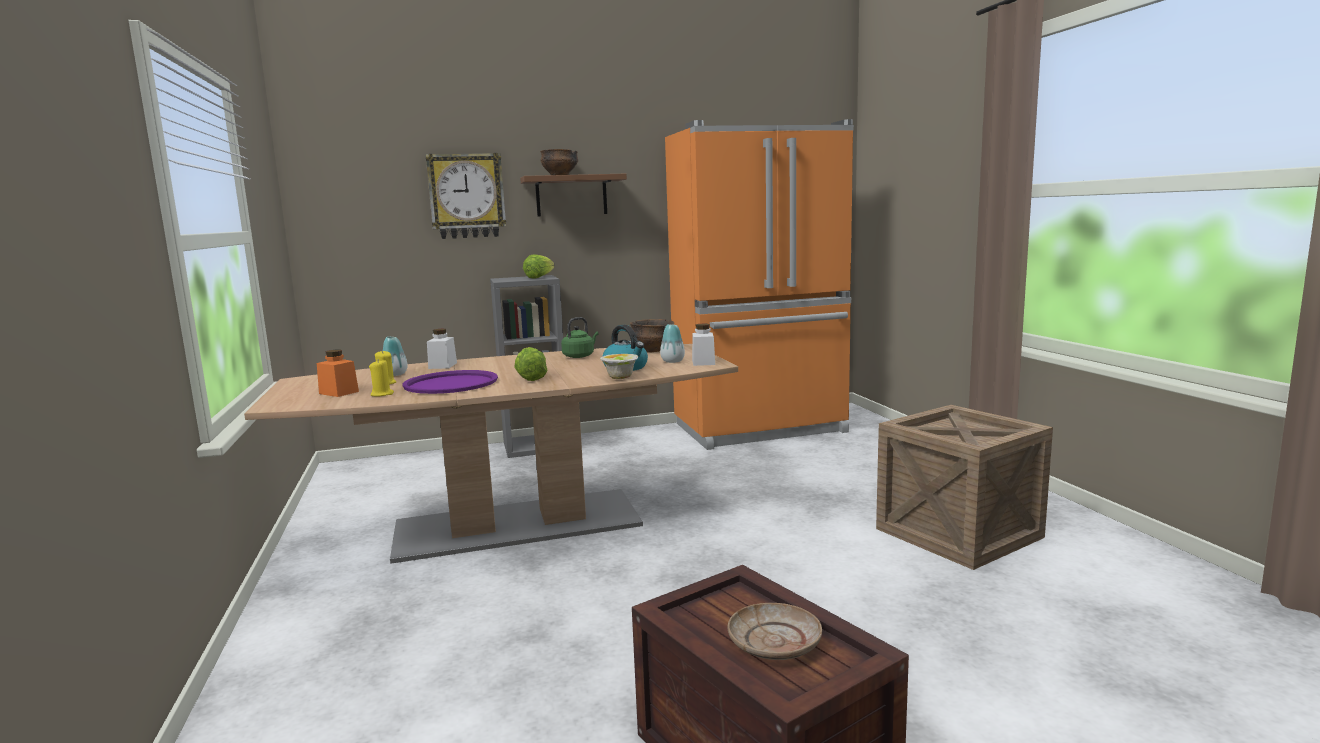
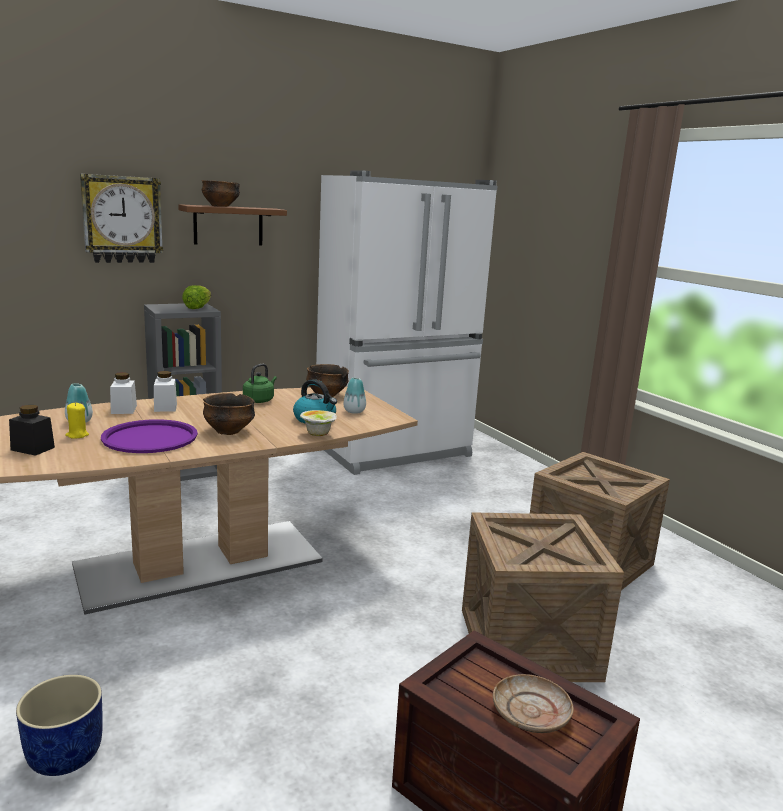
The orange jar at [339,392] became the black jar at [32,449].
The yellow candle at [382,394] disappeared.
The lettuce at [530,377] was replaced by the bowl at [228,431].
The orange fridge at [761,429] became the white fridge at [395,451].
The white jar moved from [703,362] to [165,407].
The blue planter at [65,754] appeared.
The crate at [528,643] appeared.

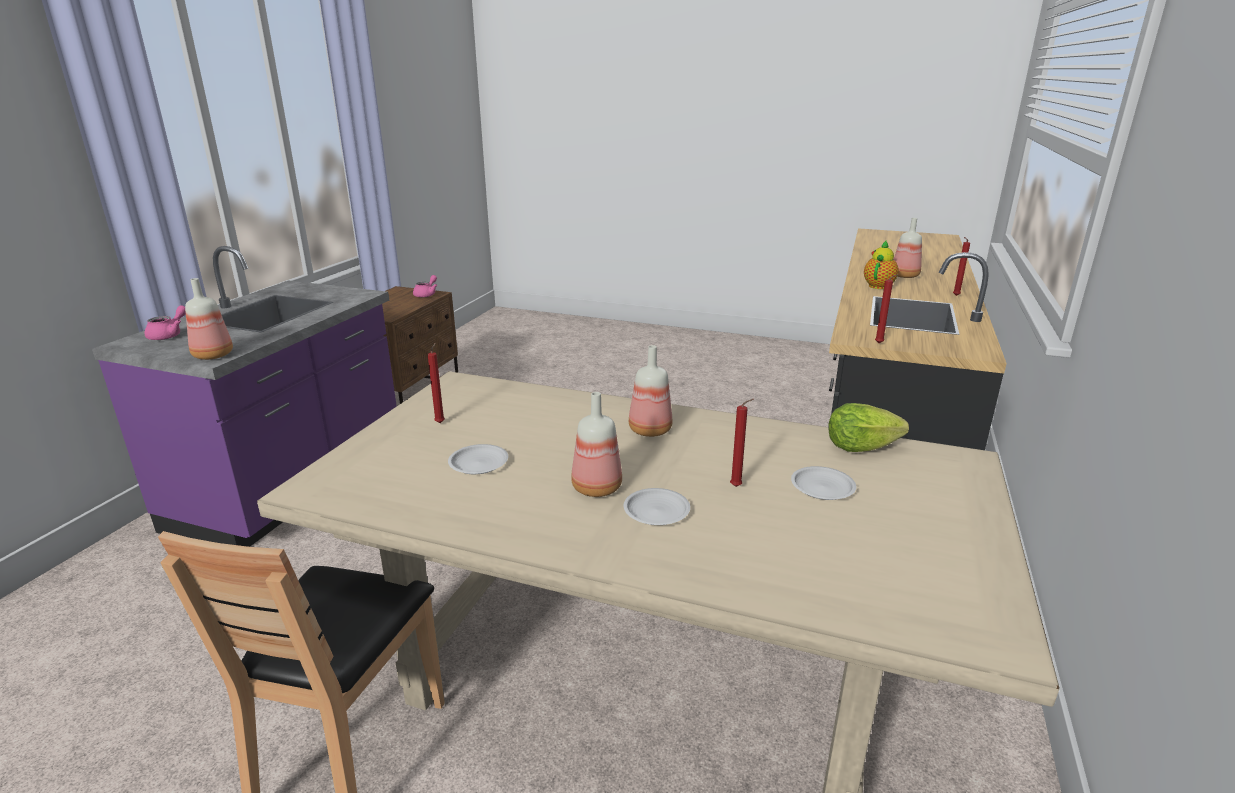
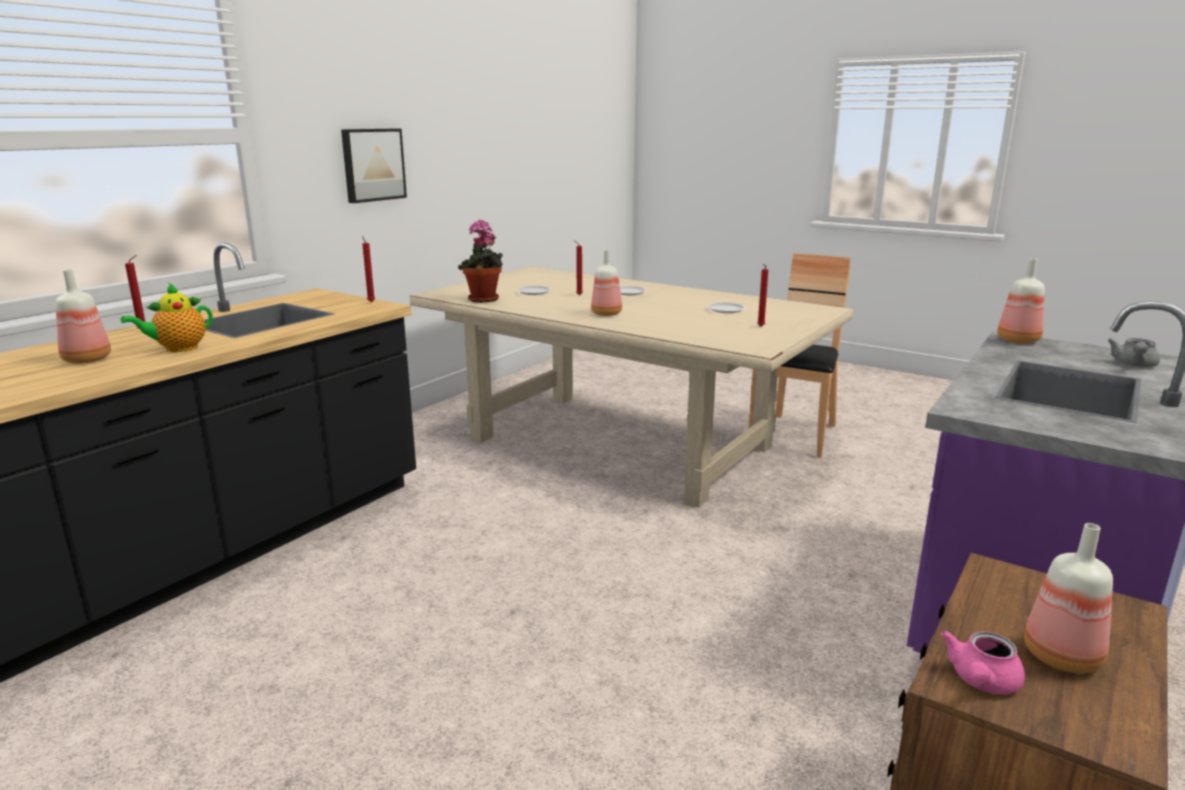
The pink teapot at [169,335] became the grey teapot at [1133,365].
The bottle moved from [596,489] to [1060,655].
The lettuce at [860,447] was replaced by the potted plant at [484,300].
The picture at [372,164] appeared.

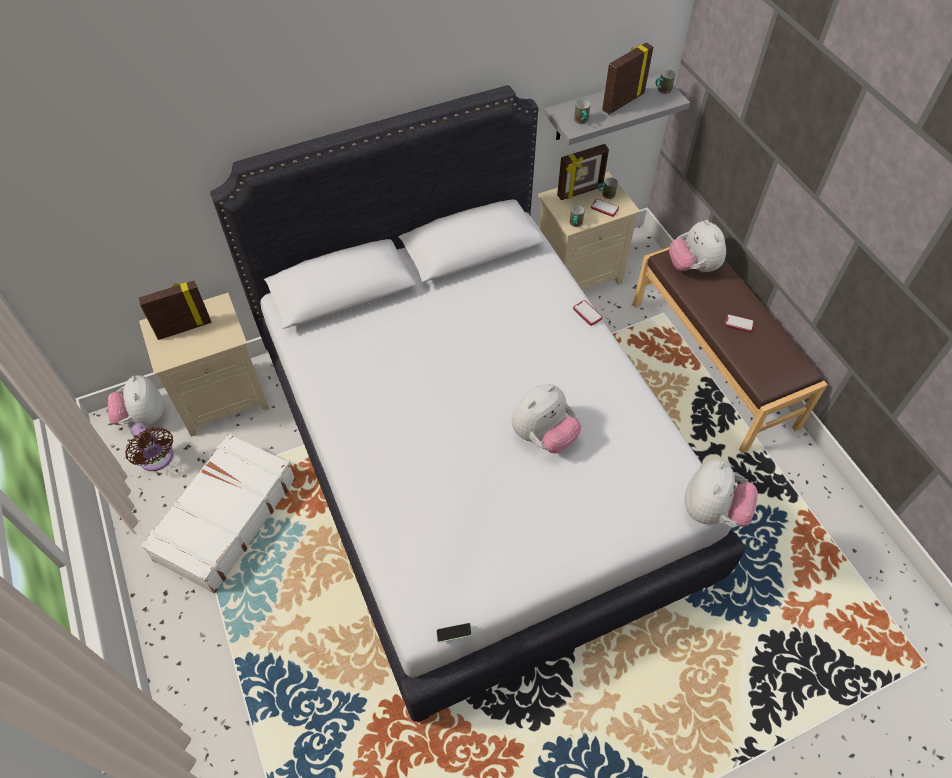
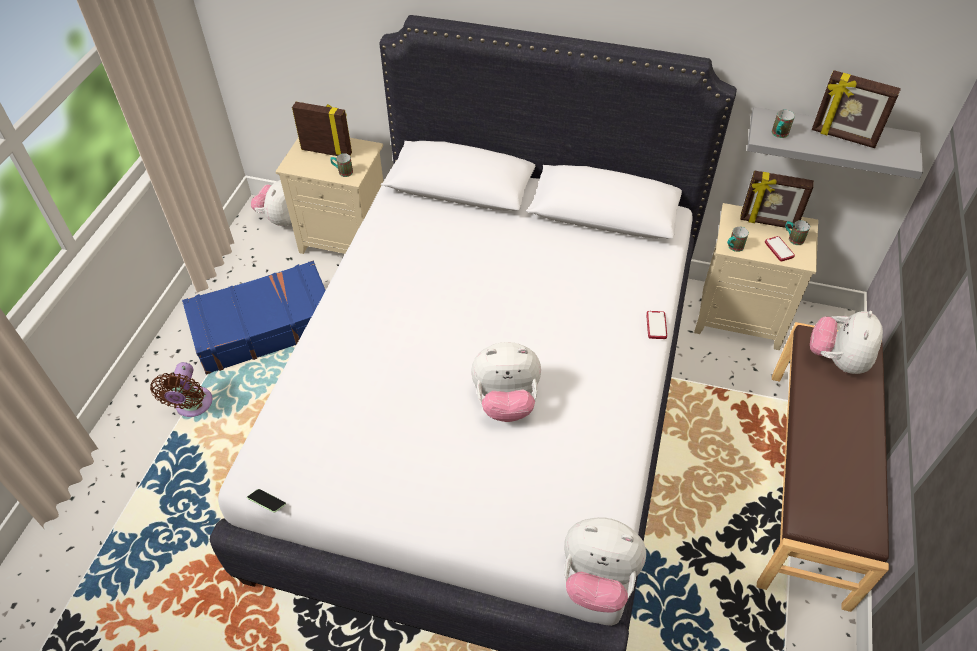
The brown fan moved from [157,459] to [192,406].
The white suitcase at [225,518] became the blue suitcase at [264,326].
The picture frame at [622,102] turned 150 degrees counterclockwise.
The mug moved from [662,91] to [342,172].
The plush toy at [712,510] turned 45 degrees clockwise.
The phone at [738,324] disappeared.

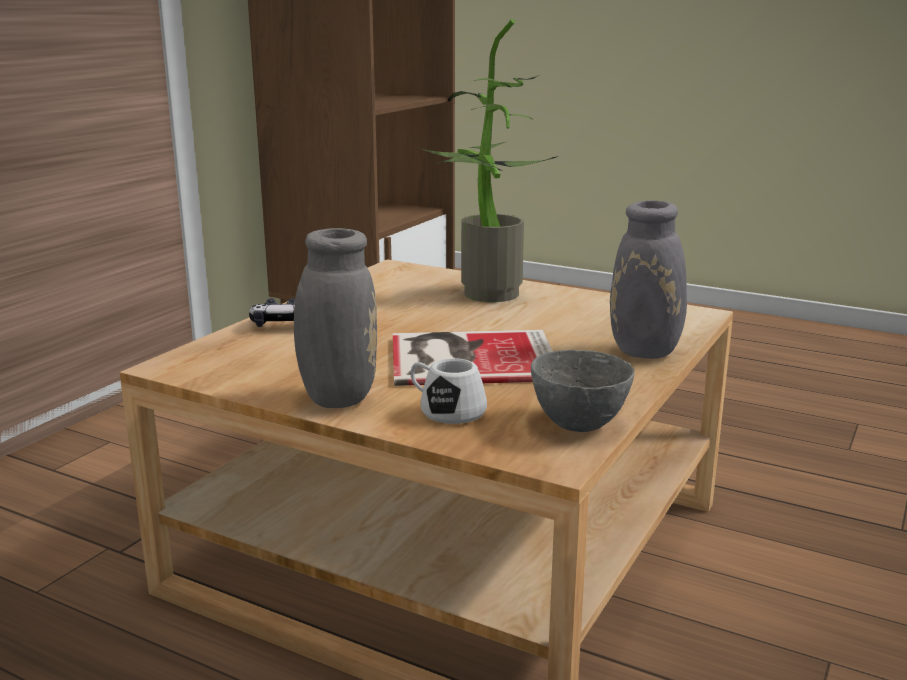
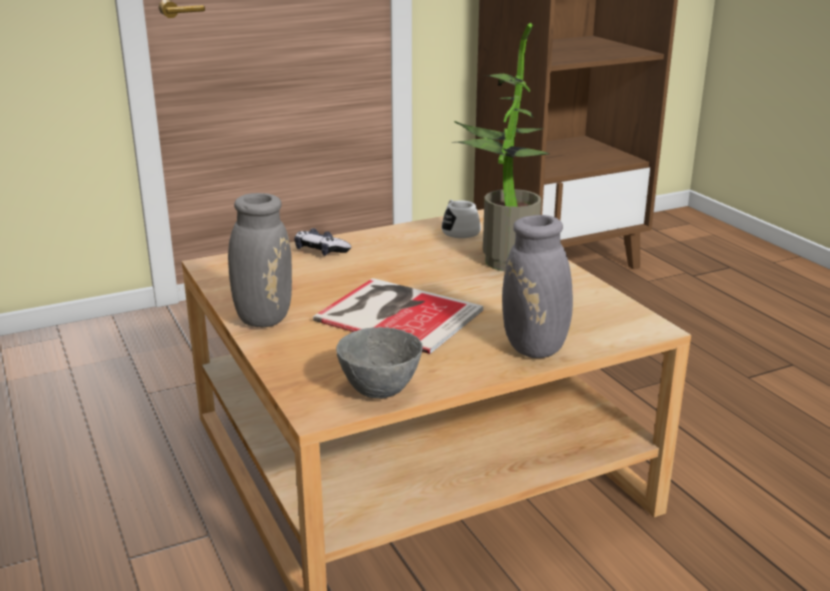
The white mug moved from [445,410] to [458,231].

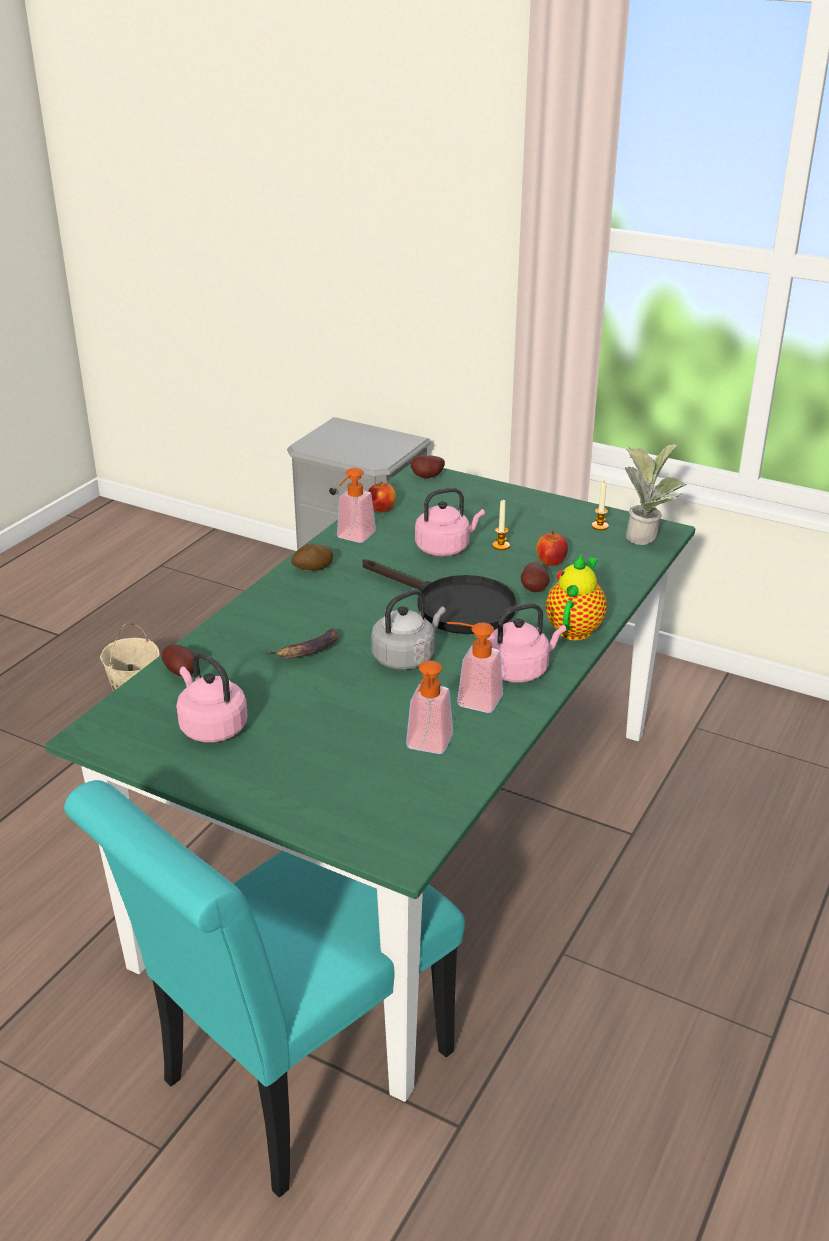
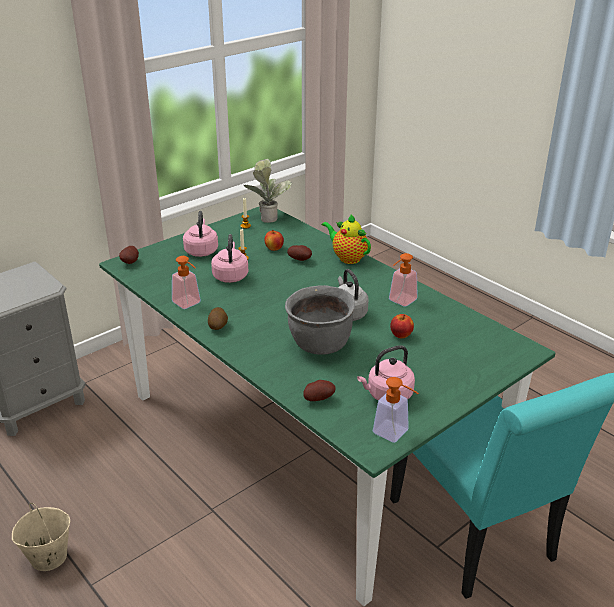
The banana at [308,651] was replaced by the grey cooking pot at [320,345].
The black frying pan at [453,606] disappeared.
The apple moved from [381,509] to [401,335].
The soap dispenser moved from [427,747] to [395,434].
The pink kettle moved from [520,670] to [201,250].

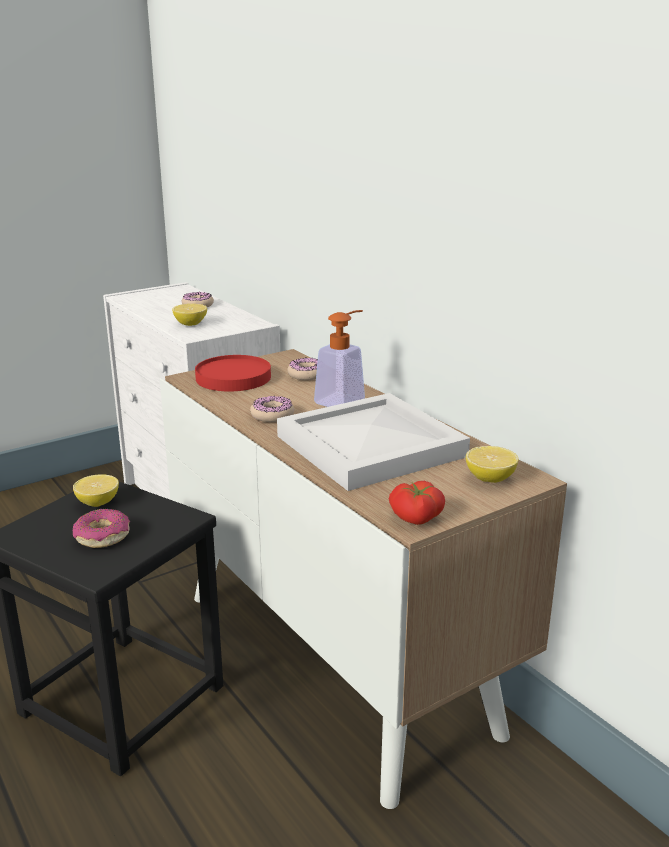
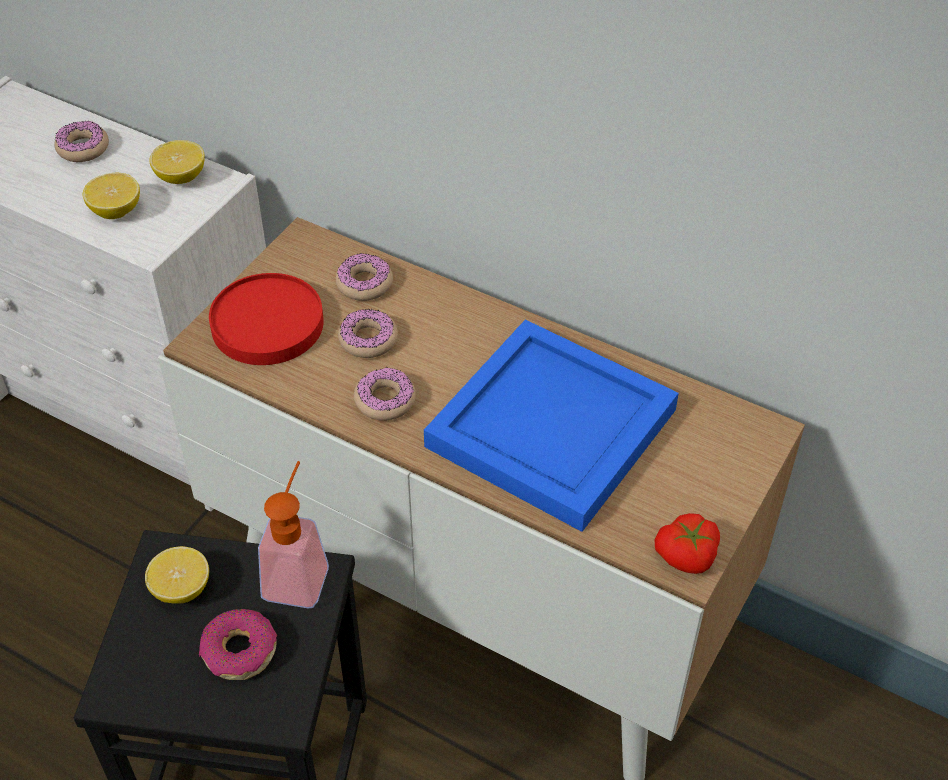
The white tray at [369,447] became the blue tray at [552,431].
The soap dispenser moved from [344,400] to [299,572].
The lemon moved from [490,479] to [181,177].
The donut at [368,339] appeared.

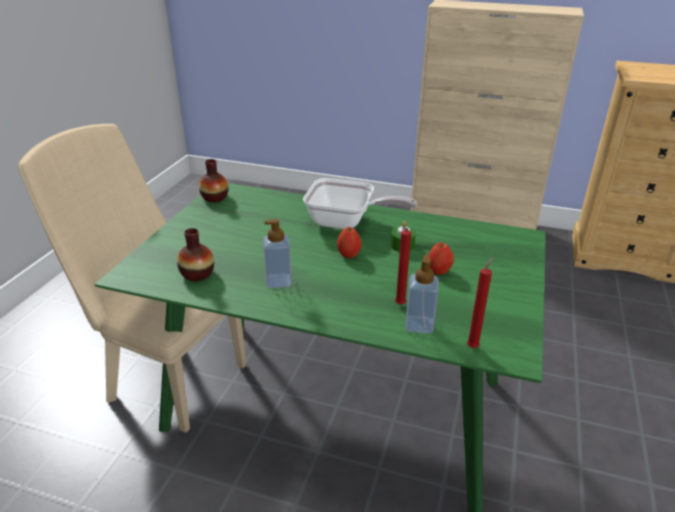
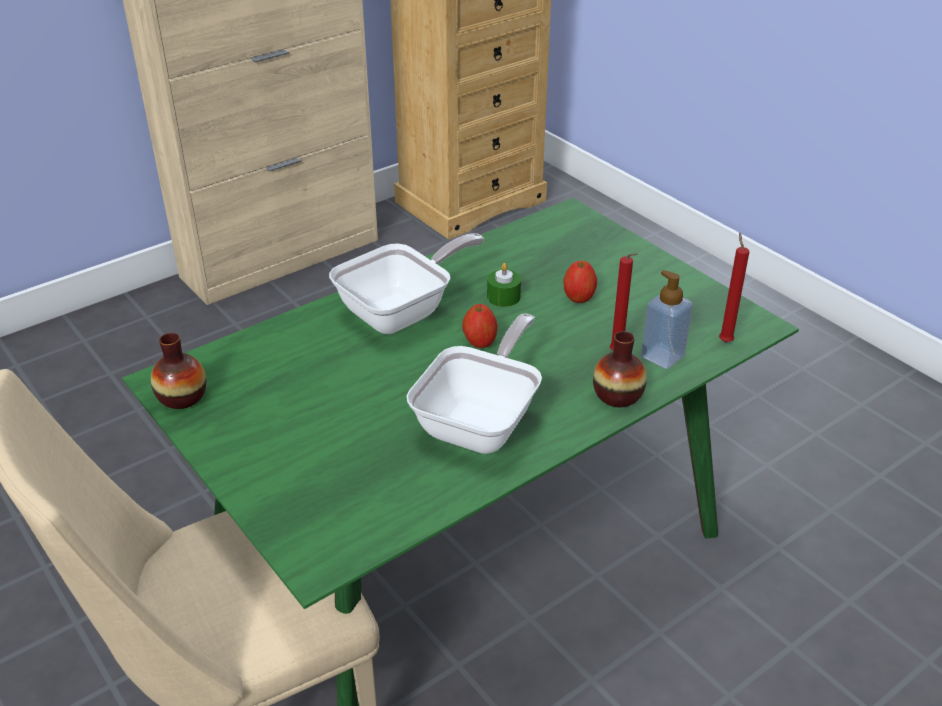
The vase moved from [197,274] to [617,395].
The soap dispenser at [278,281] was replaced by the frying pan at [482,421].

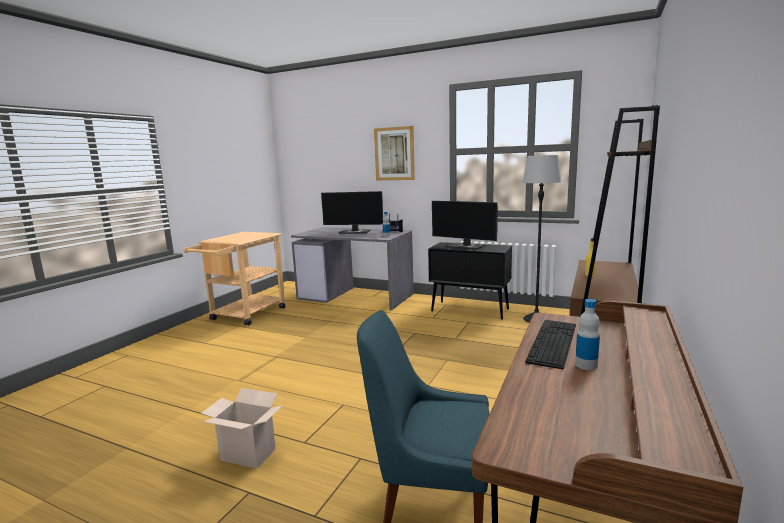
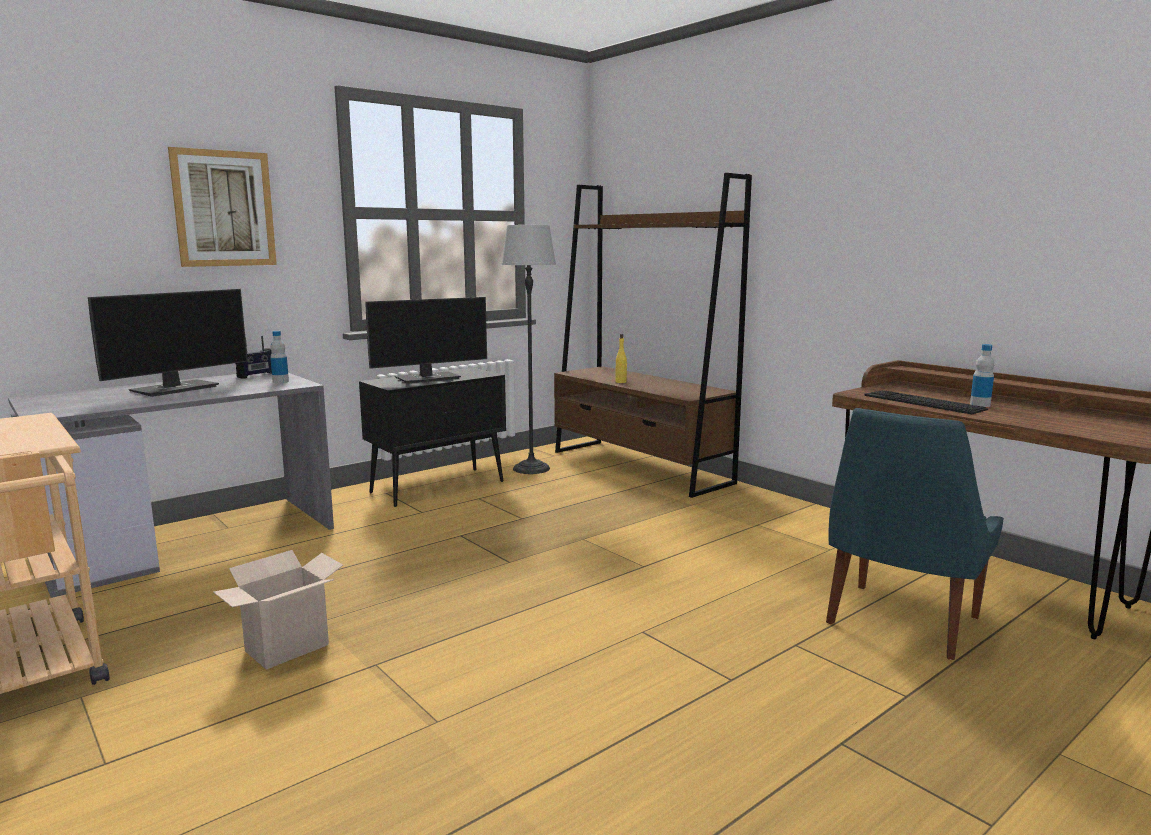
The cardboard box moved from [246,455] to [286,650].

